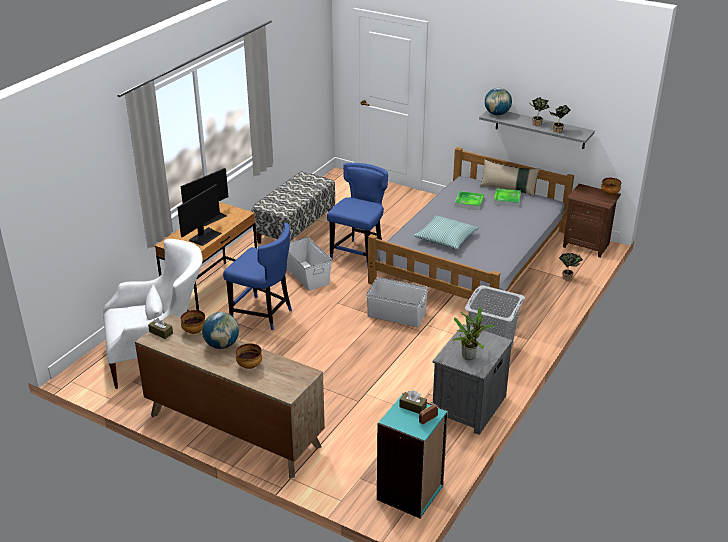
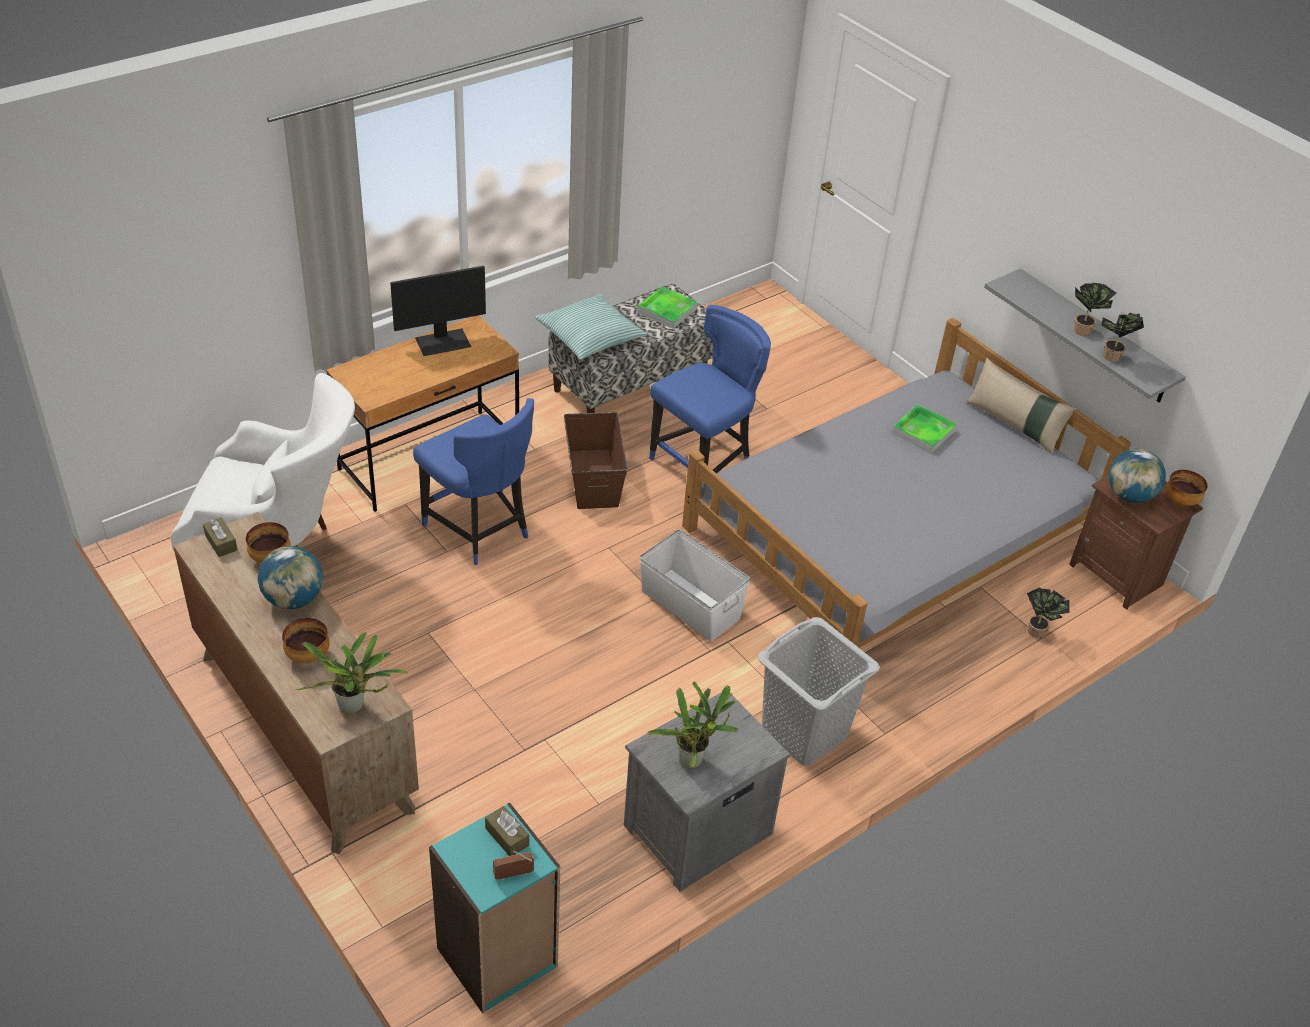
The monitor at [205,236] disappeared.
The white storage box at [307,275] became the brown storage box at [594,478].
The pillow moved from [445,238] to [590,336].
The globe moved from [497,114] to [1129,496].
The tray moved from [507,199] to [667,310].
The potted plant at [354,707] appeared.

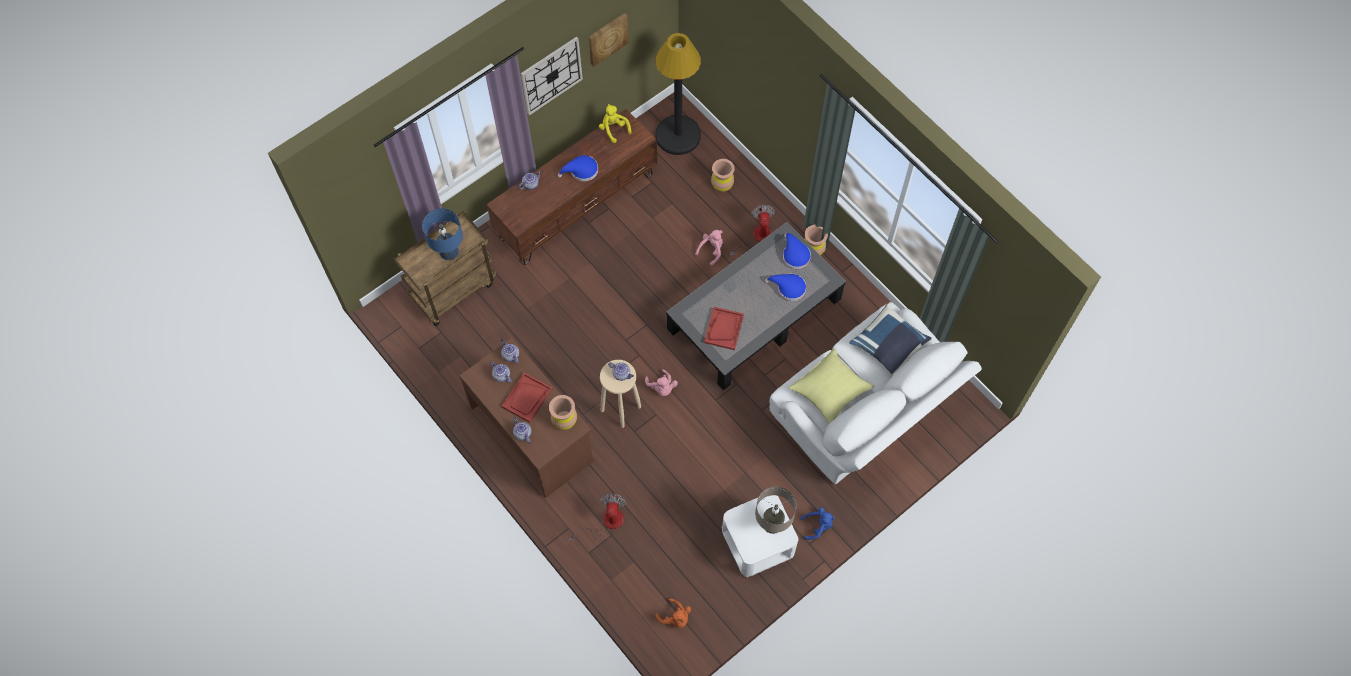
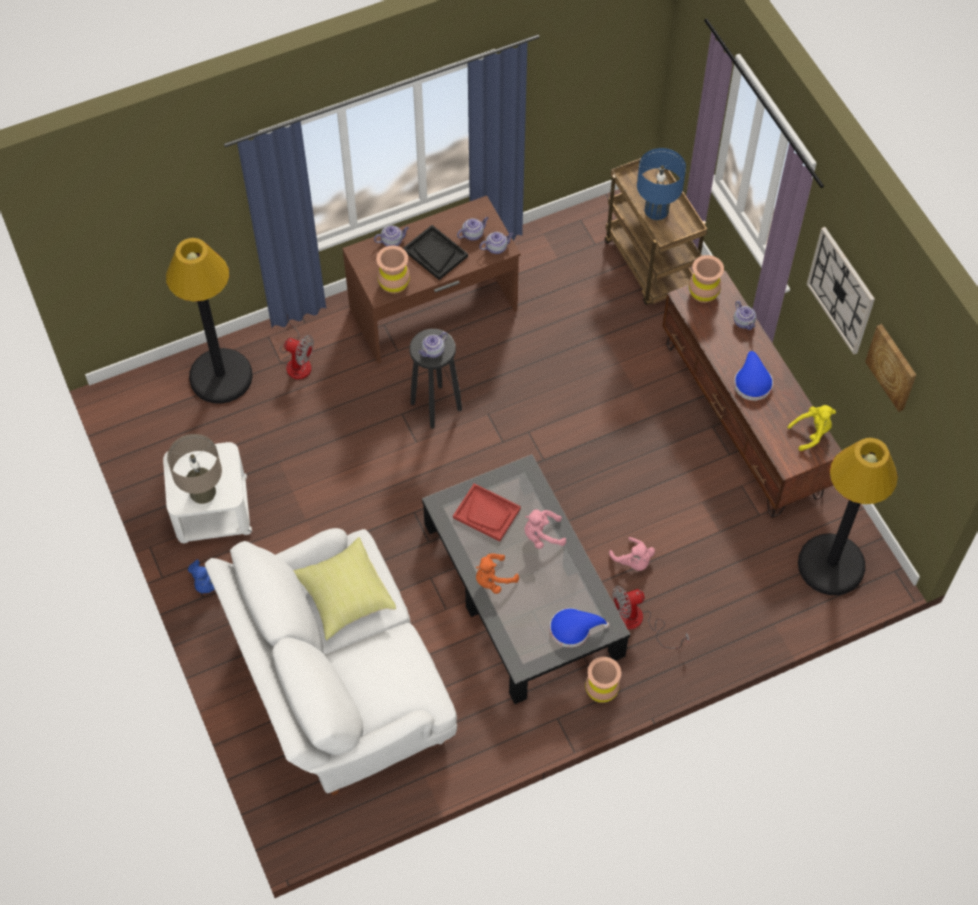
The red tray at [527,398] became the black tray at [435,253].
The beige stool at [621,409] became the black stool at [435,406].
The pink plush toy moved from [662,387] to [542,535].
The orange plush toy moved from [675,618] to [493,580].
The brown vase moved from [722,184] to [703,293].
The fan at [756,238] turned 150 degrees clockwise.
The blue hat at [788,288] disappeared.
The blue pillow at [889,346] disappeared.
The black floor lamp at [221,376] appeared.

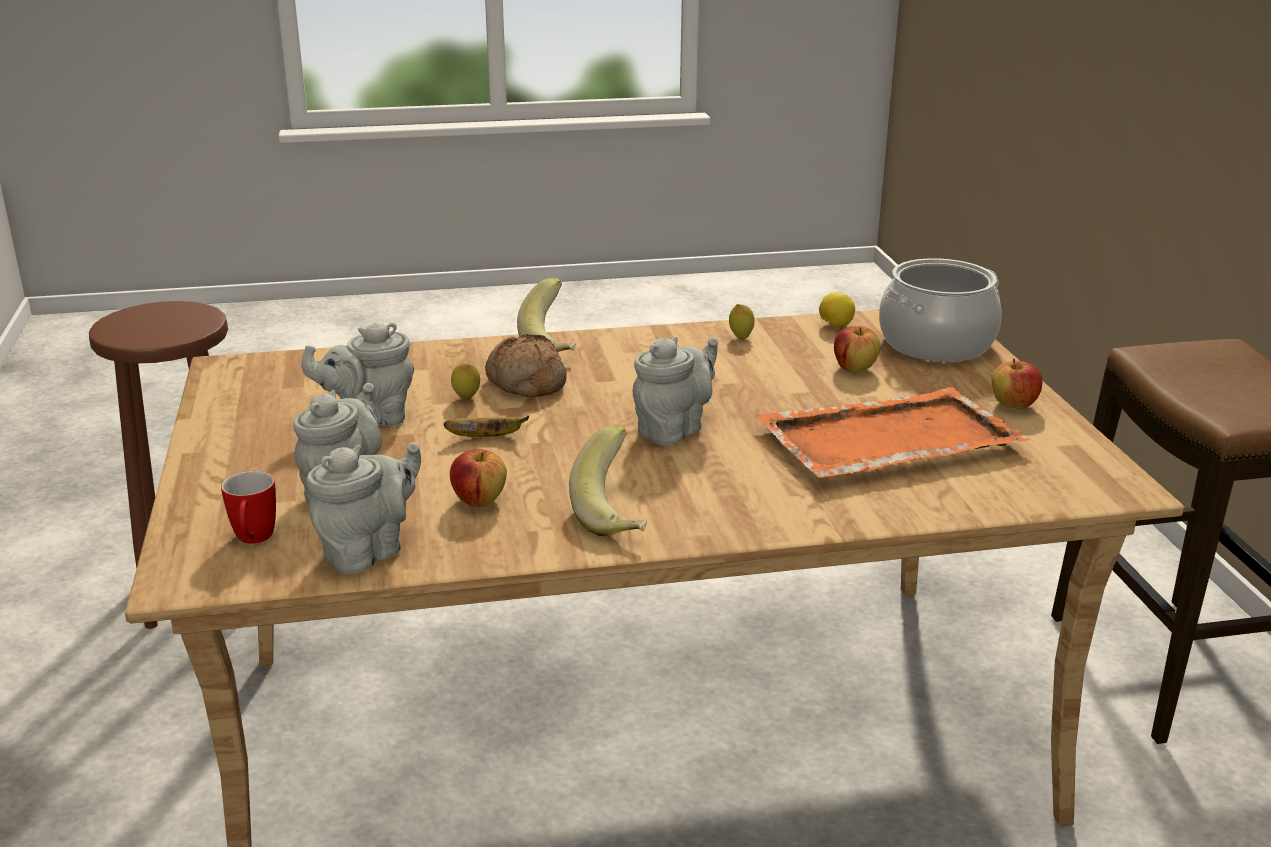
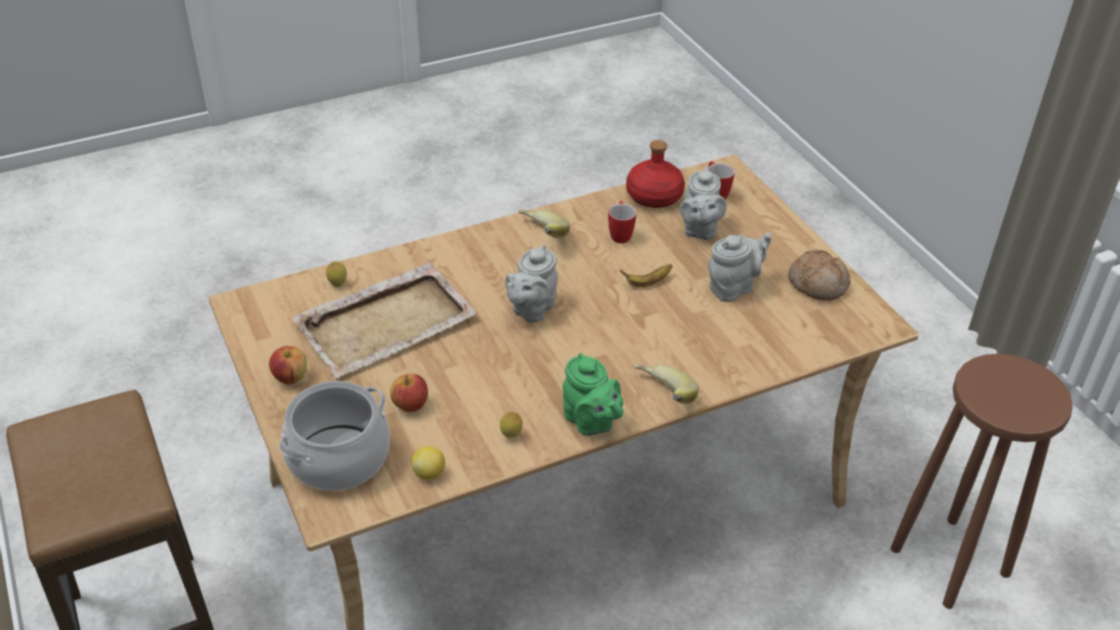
The grey teapot at [368,551] was replaced by the red bottle at [654,196].
The apple at [479,500] was replaced by the mug at [620,234].
The lemon moved from [466,398] to [338,284].
The bread moved from [525,383] to [818,284].
The orange tray at [886,440] became the beige tray at [387,322].
The green teapot at [591,422] appeared.

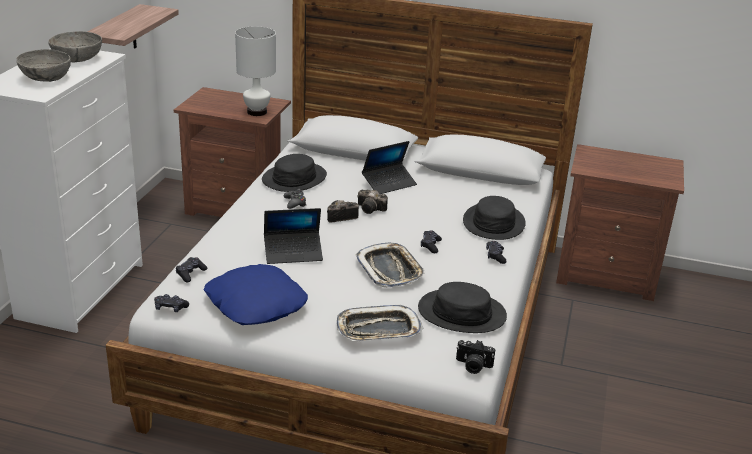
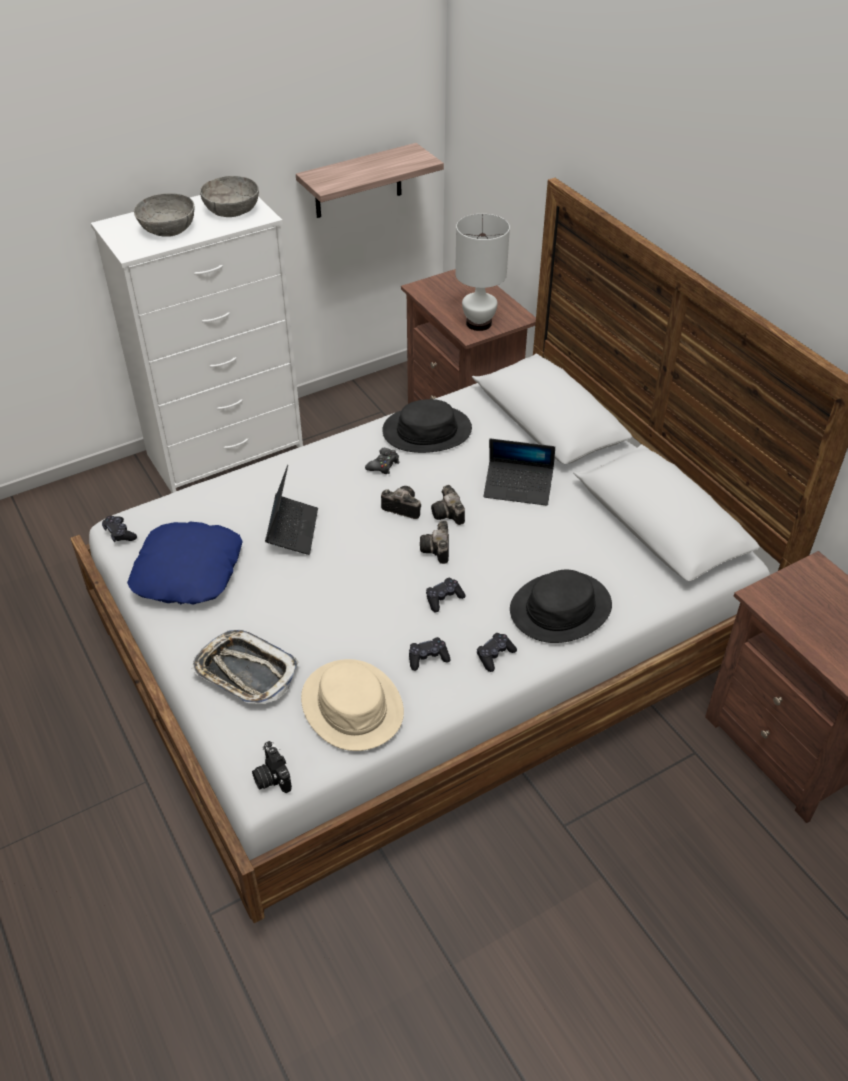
The black game controller moved from [190,273] to [428,658].
The laptop at [293,253] turned 120 degrees counterclockwise.
The tray at [390,270] disappeared.
The black hat at [462,313] became the beige hat at [352,706].
The photo camera at [437,550] appeared.

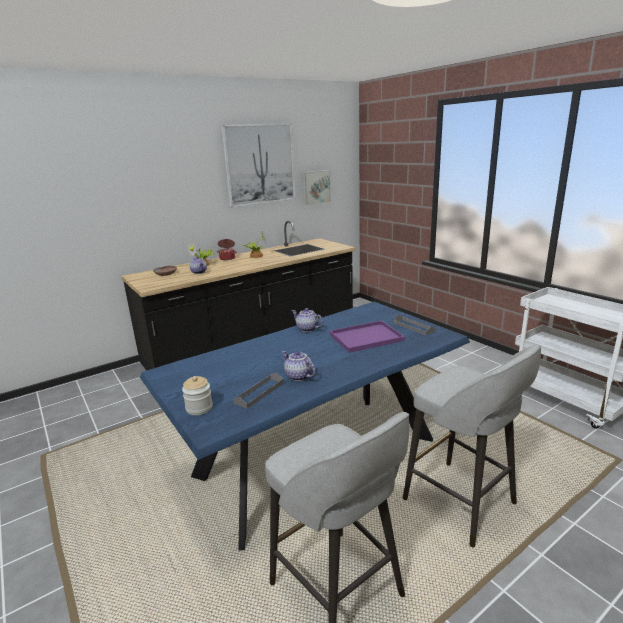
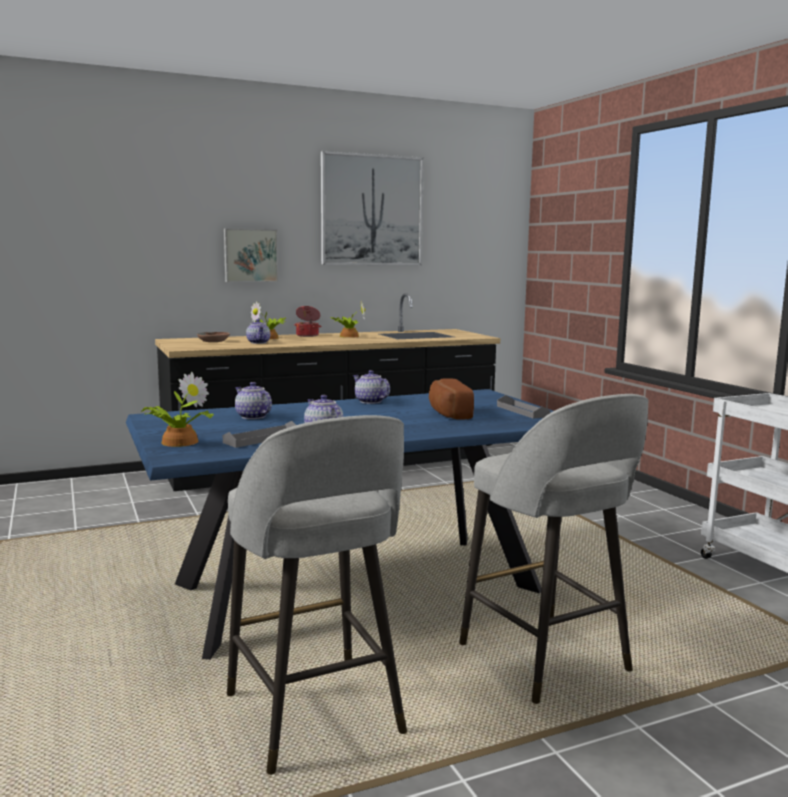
The jar at [199,408] was replaced by the potted plant at [177,442].
The picture moved from [315,187] to [250,255].
The purple tray at [367,337] was replaced by the bread at [447,413].
The teapot at [252,417] appeared.

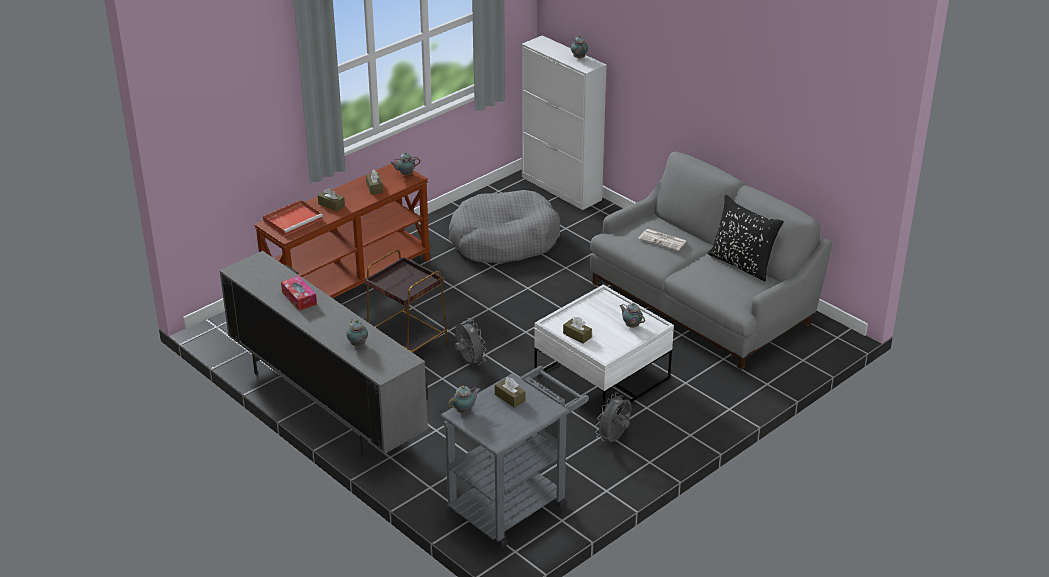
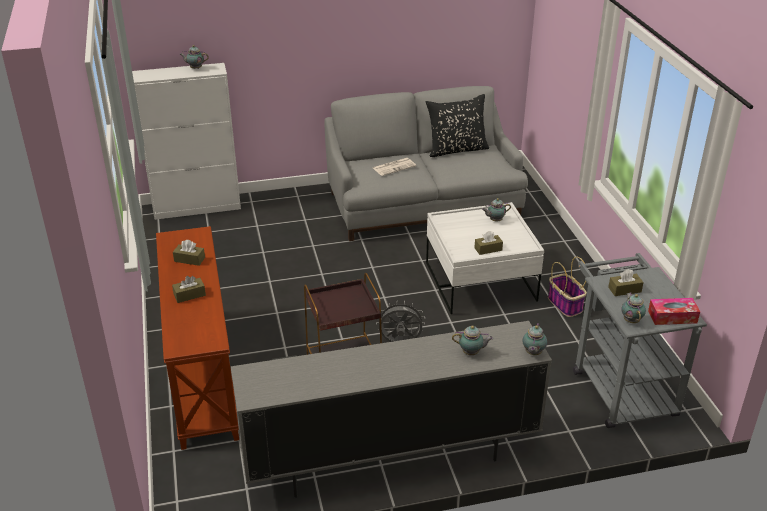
The red tray at [293,219] disappeared.
The tissue box moved from [299,298] to [672,317].
The teapot moved from [405,174] to [533,353].
The grey dog bed at [503,240] disappeared.
The grey fan at [614,439] was replaced by the basket at [565,304].

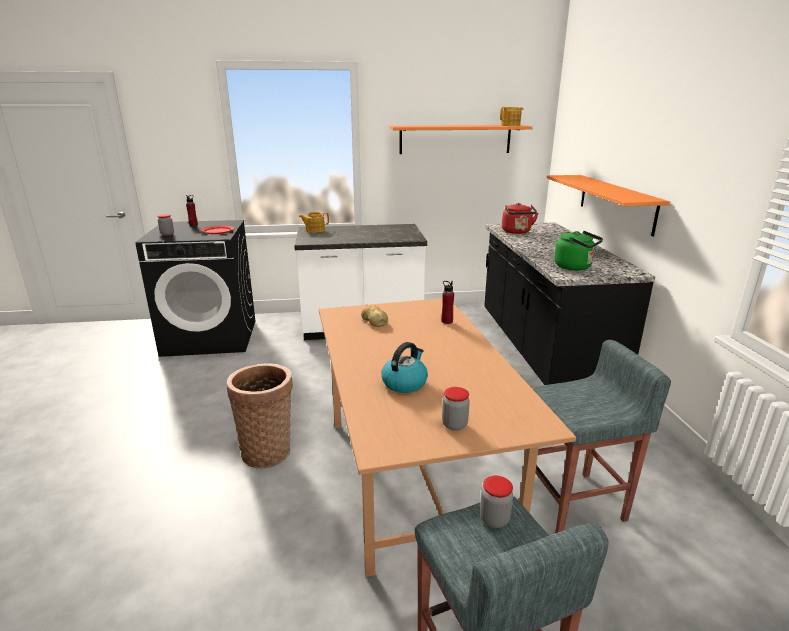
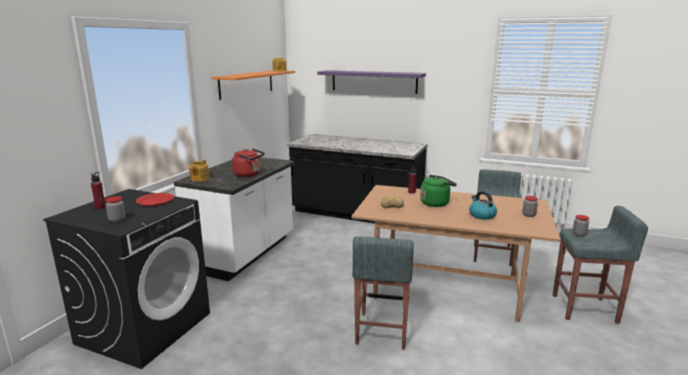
The basket at [267,450] was replaced by the grey stool at [382,331].
The red kettle moved from [517,232] to [249,174].
The orange shelf at [616,203] disappeared.
The green kettle moved from [575,267] to [436,203].
The purple shelf at [373,81] appeared.

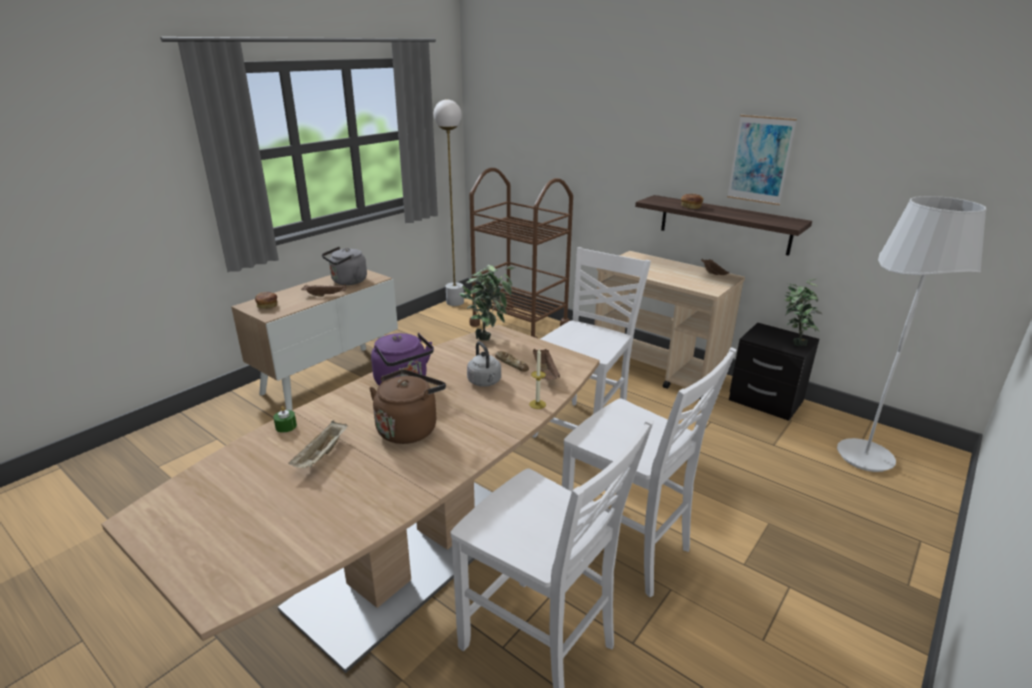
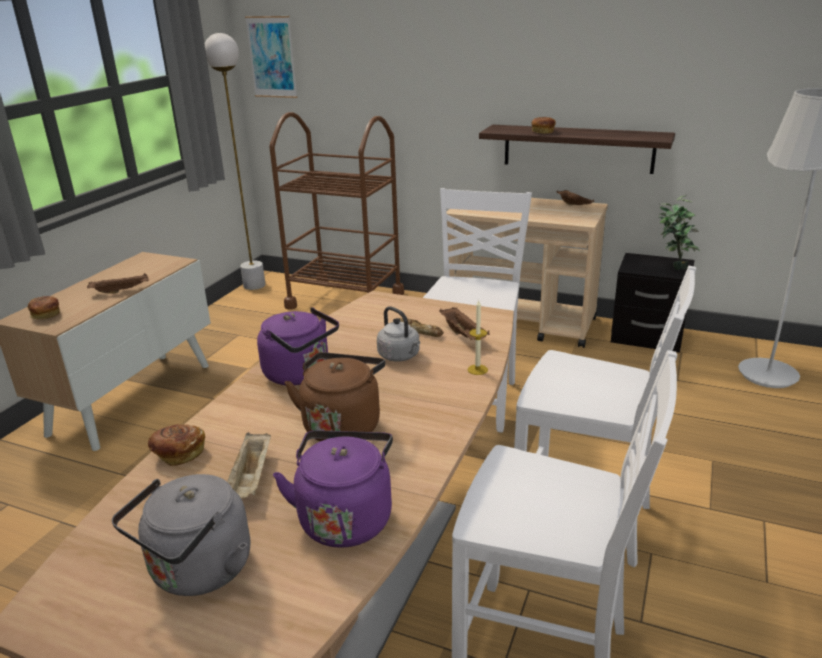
The green candle at [286,426] was replaced by the bread at [178,454].
The grey kettle moved from [347,282] to [197,572].
The potted plant at [488,336] disappeared.
The picture moved from [760,160] to [272,57].
The purple kettle at [345,517] appeared.

